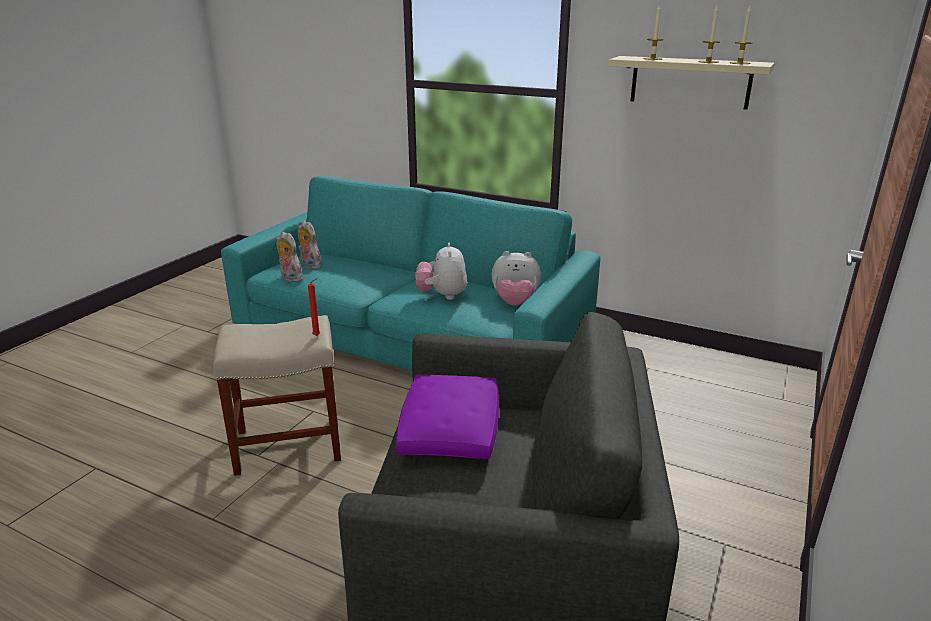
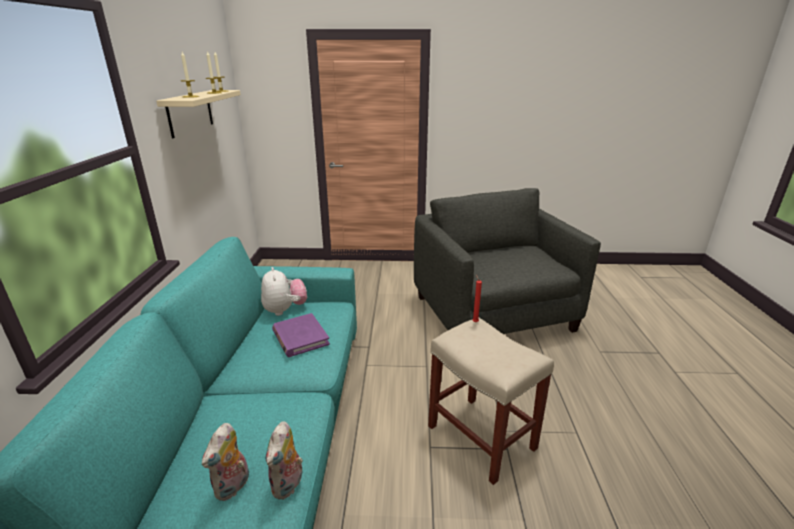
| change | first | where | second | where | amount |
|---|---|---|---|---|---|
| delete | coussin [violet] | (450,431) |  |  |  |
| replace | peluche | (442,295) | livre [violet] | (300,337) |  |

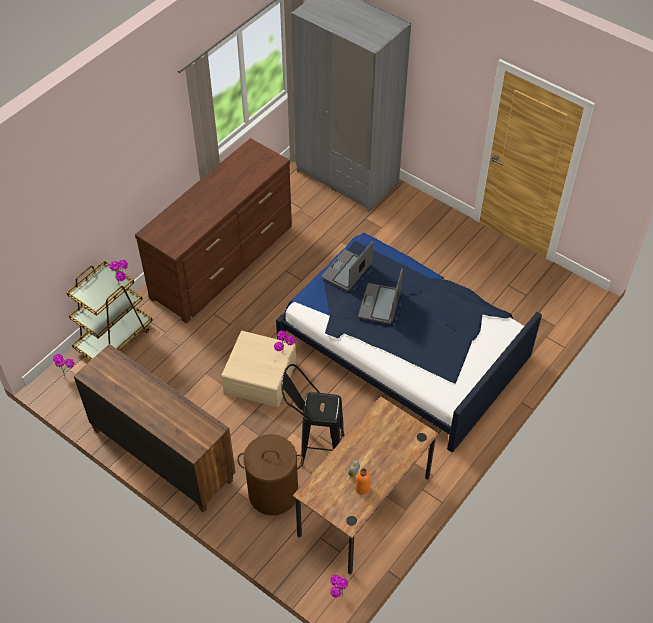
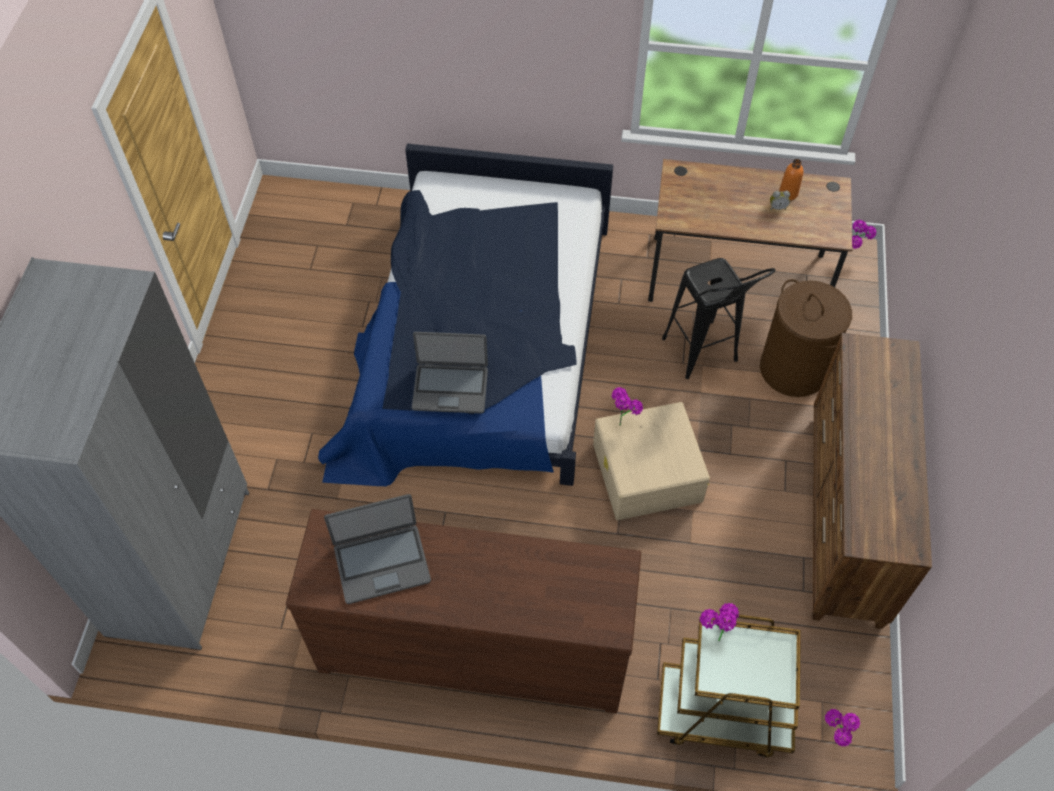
| change | first | where | second | where | amount |
|---|---|---|---|---|---|
| move | ordinateur portable | (380,304) |  | (381,563) |  |

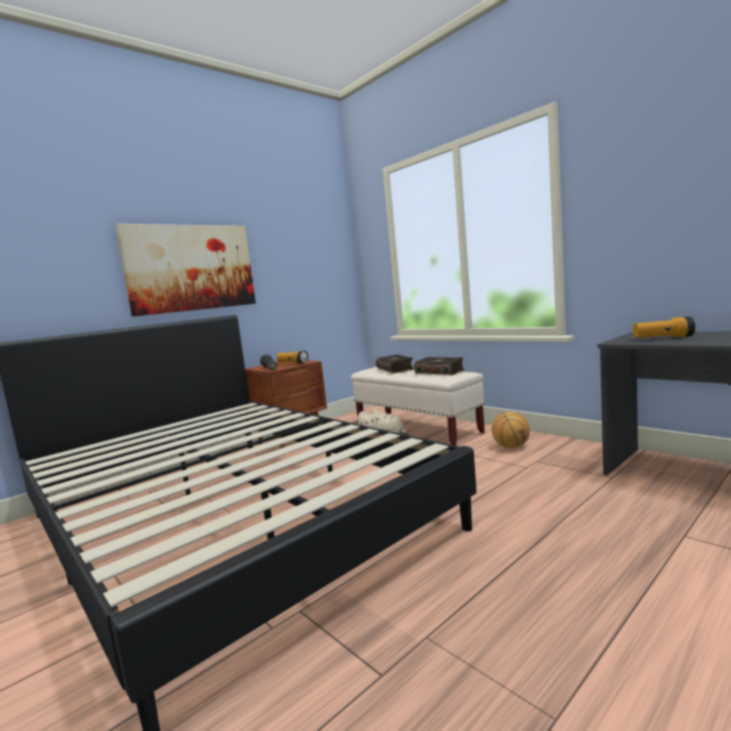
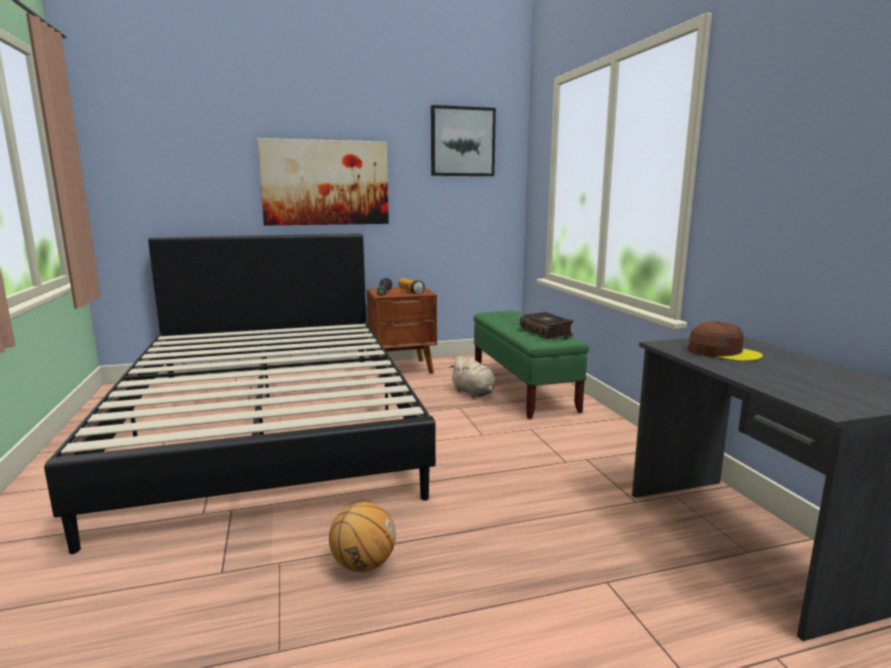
| change | first | where | second | where | amount |
|---|---|---|---|---|---|
| delete | livre | (395,369) |  |  |  |
| insert |  |  | tableau | (462,142) |  |
| move | ballon de basket | (511,447) |  | (363,565) |  |
| replace | lampe de poche | (663,338) | casquette [marron] | (722,352) |  |
| recolor | banc [beige] | (417,429) | banc [vert] | (523,390) |  |

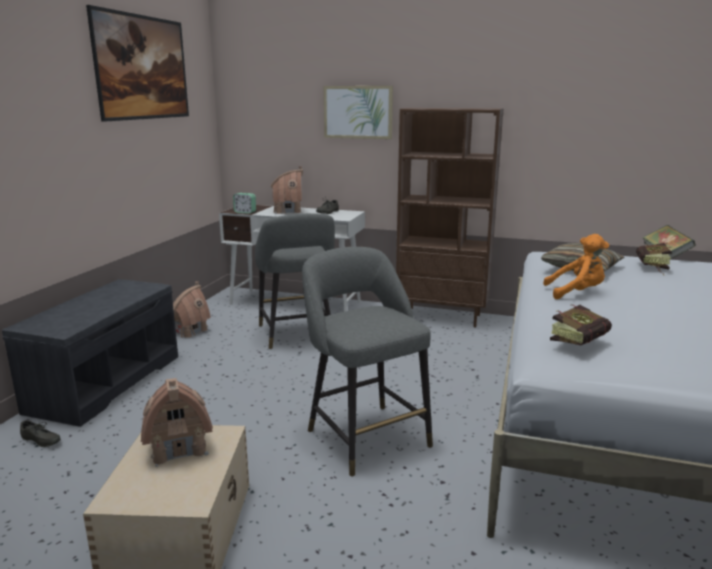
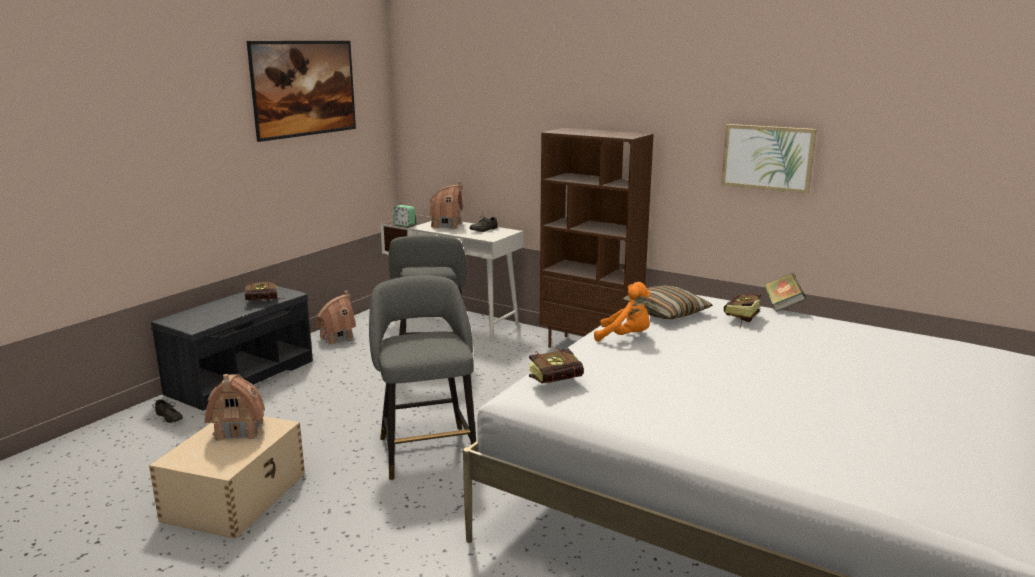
| change | first | where | second | where | amount |
|---|---|---|---|---|---|
| insert |  |  | livre | (266,301) |  |
| move | tableau | (358,112) |  | (767,157) |  |

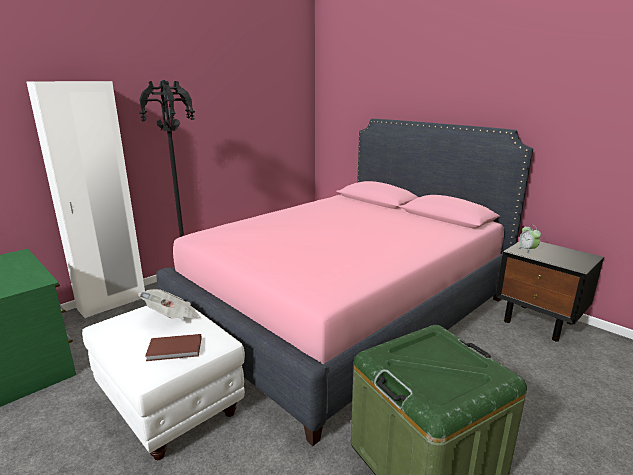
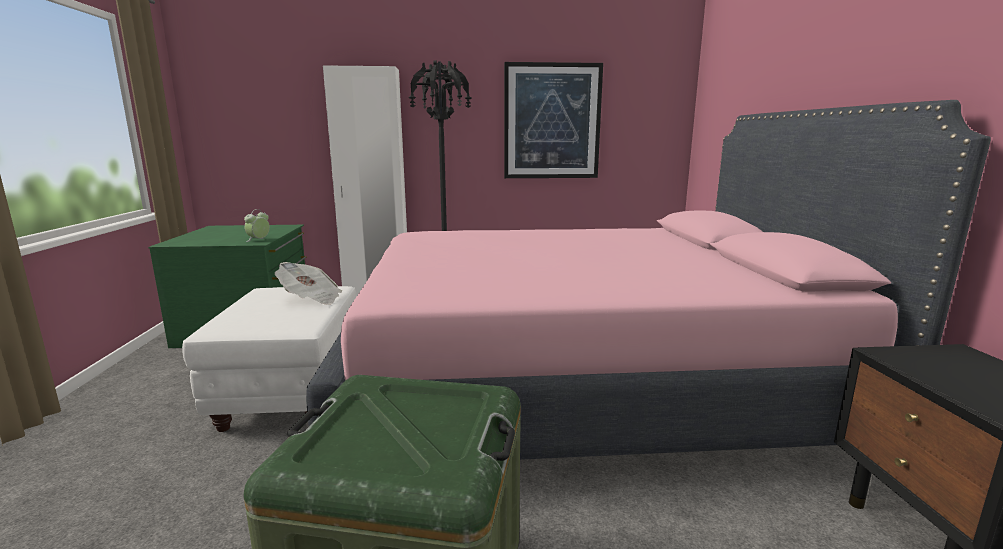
| change | first | where | second | where | amount |
|---|---|---|---|---|---|
| delete | livre [marron] | (175,349) |  |  |  |
| insert |  |  | tableau | (552,121) |  |
| move | réveil | (527,250) |  | (258,240) |  |

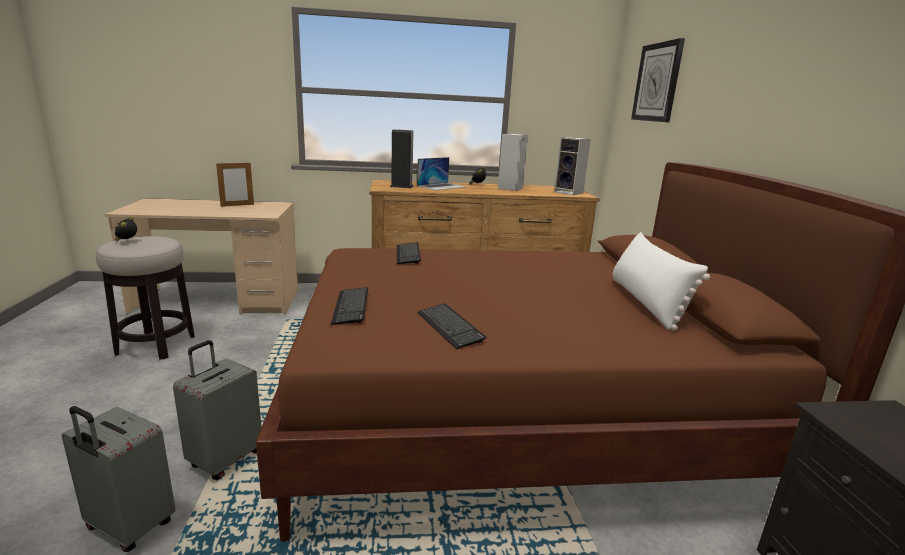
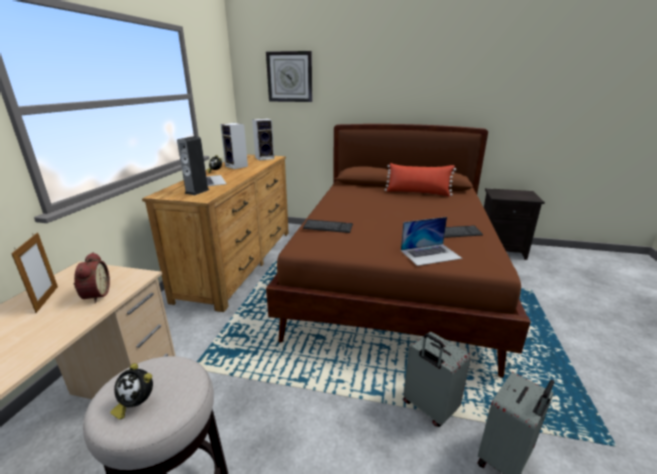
| change | first | where | second | where | amount |
|---|---|---|---|---|---|
| insert |  |  | réveil | (95,295) |  |
| replace | clavier | (351,307) | ordinateur portable | (430,254) |  |
| recolor | coussin [blanc] | (646,303) | coussin [rouge] | (418,193) |  |

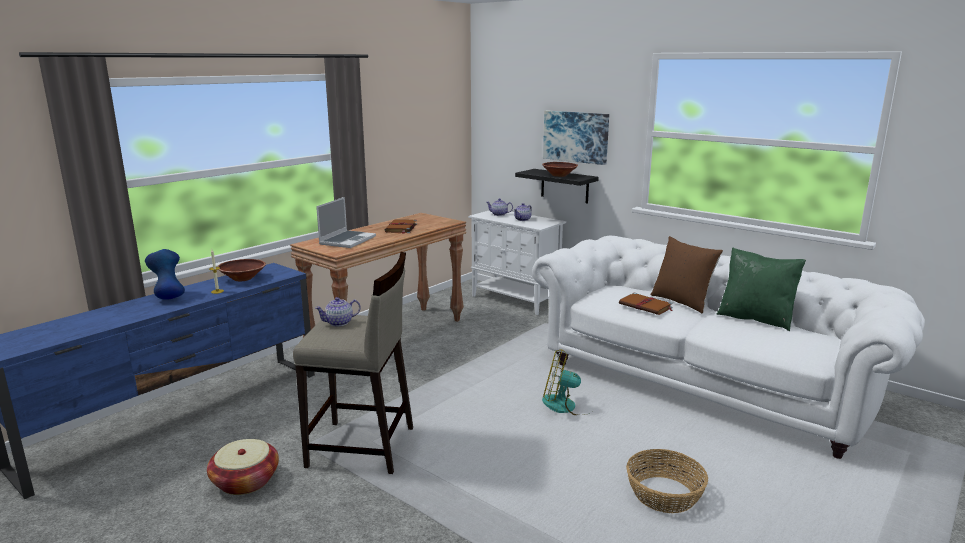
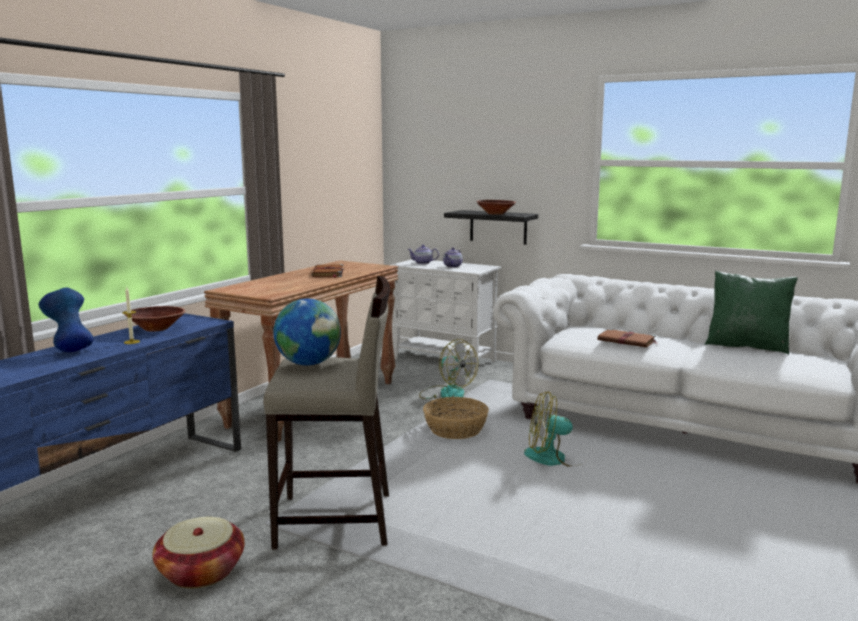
| change | first | where | second | where | amount |
|---|---|---|---|---|---|
| delete | ordinateur portable | (347,240) |  |  |  |
| delete | tableau | (576,136) |  |  |  |
| delete | coussin [marron] | (682,302) |  |  |  |
| insert |  |  | ventilateur | (446,393) |  |
| move | panier | (664,495) |  | (456,430) |  |
| replace | théière | (339,323) | globe | (308,364) |  |

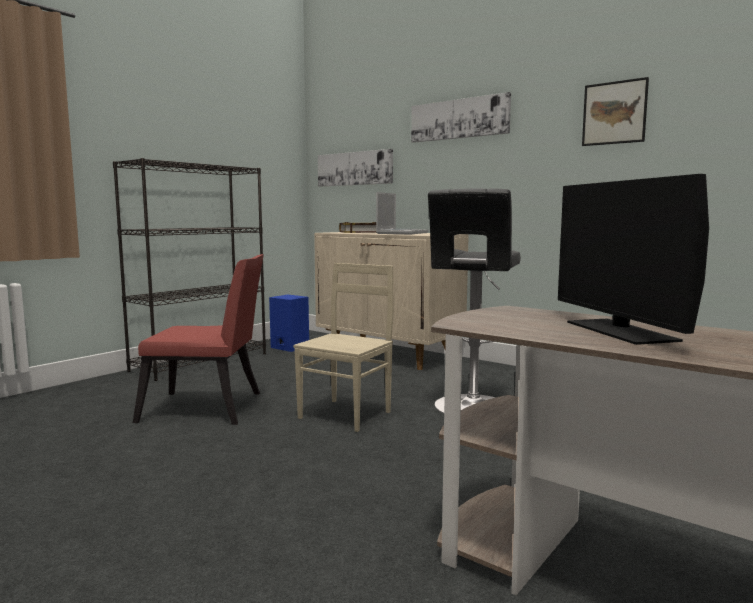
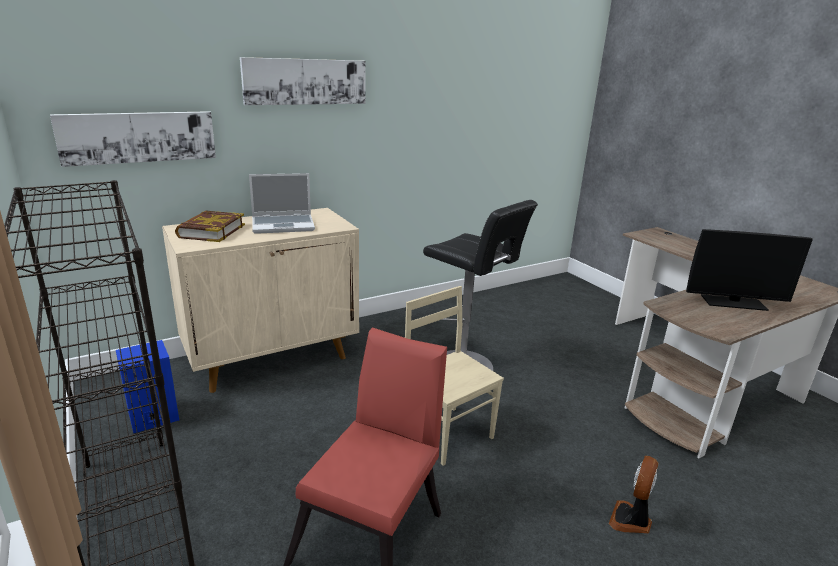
| change | first | where | second | where | amount |
|---|---|---|---|---|---|
| delete | tableau | (614,113) |  |  |  |
| insert |  |  | ventilateur | (631,520) |  |
| rotate | ordinateur portable | (401,233) |  | (284,225) | 120 degrees clockwise |

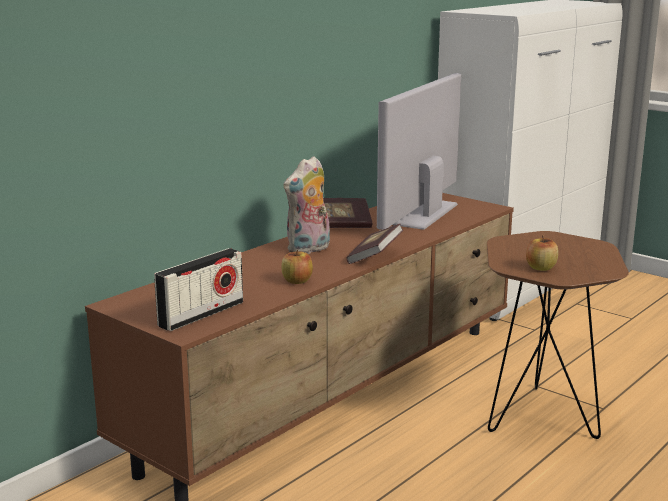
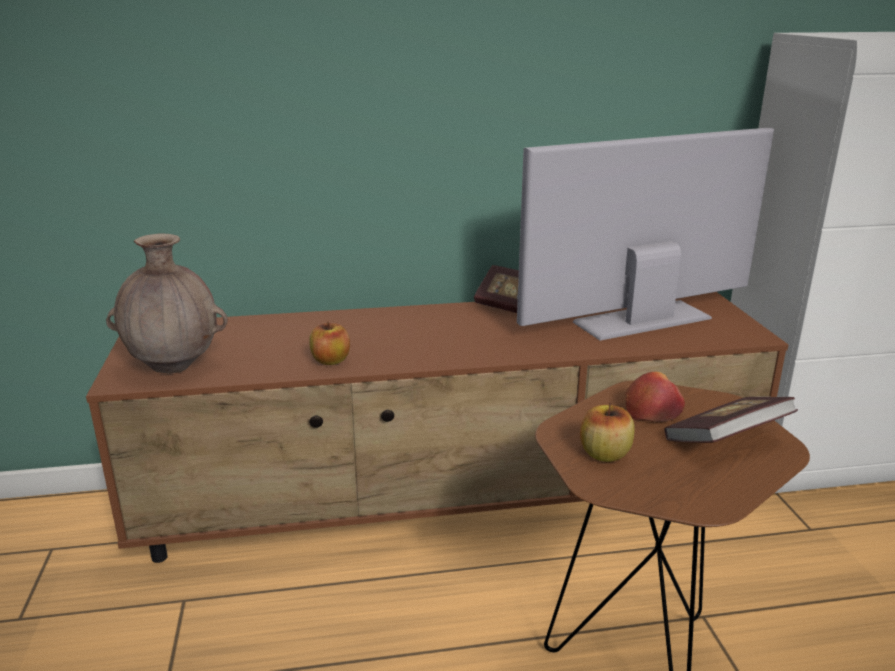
| change | first | where | second | where | amount |
|---|---|---|---|---|---|
| delete | peluche | (309,249) |  |  |  |
| insert |  |  | pomme | (653,410) |  |
| move | livre | (374,257) |  | (726,440) |  |
| replace | radio | (201,314) | vase [marron] | (175,367) |  |

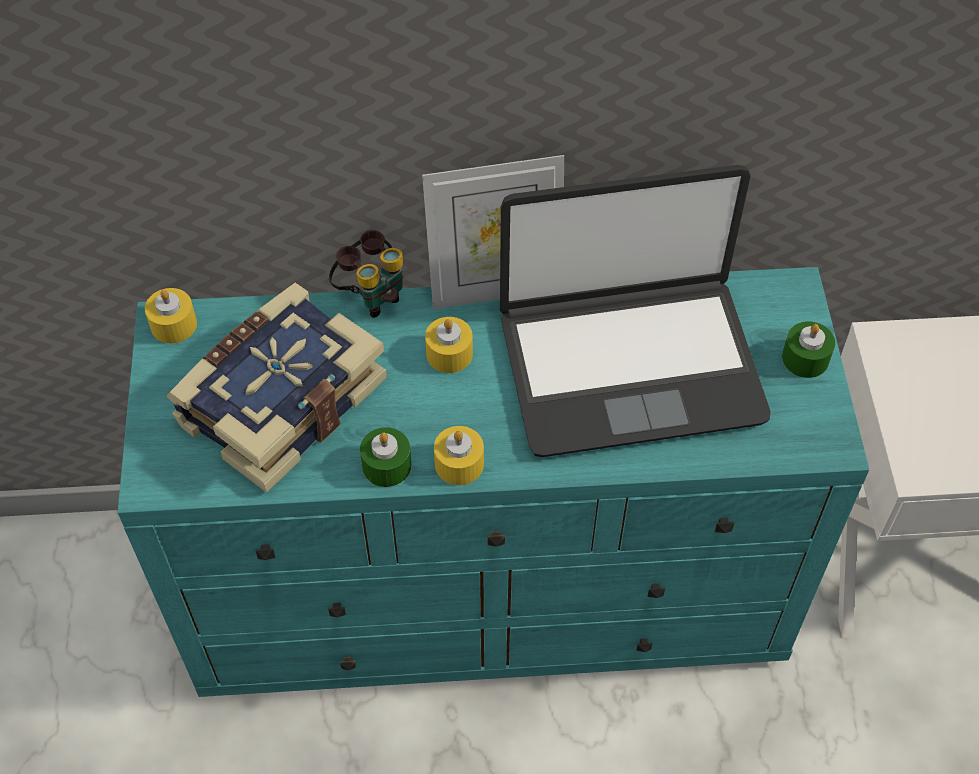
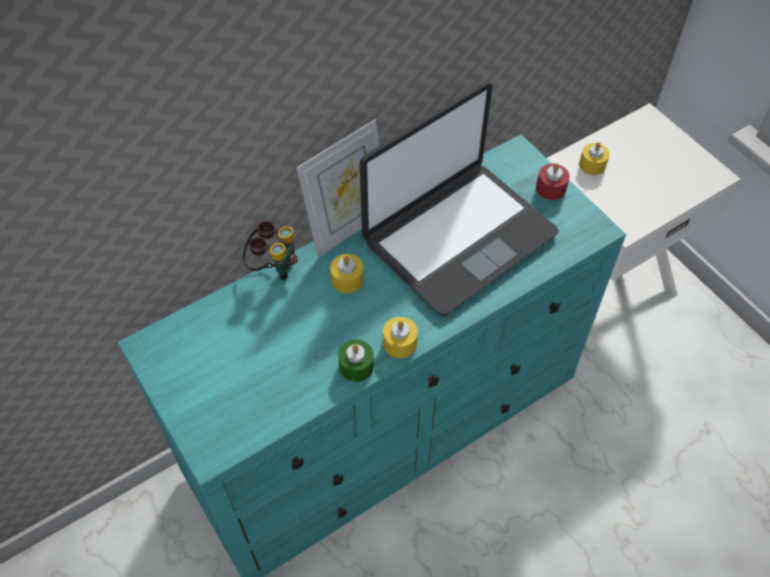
| change | first | where | second | where | amount |
|---|---|---|---|---|---|
| delete | livre | (279,401) |  |  |  |
| move | bougie [jaune] | (173,324) |  | (592,165) |  |
| recolor | bougie [vert] | (805,358) | bougie [rouge] | (550,188) |  |

